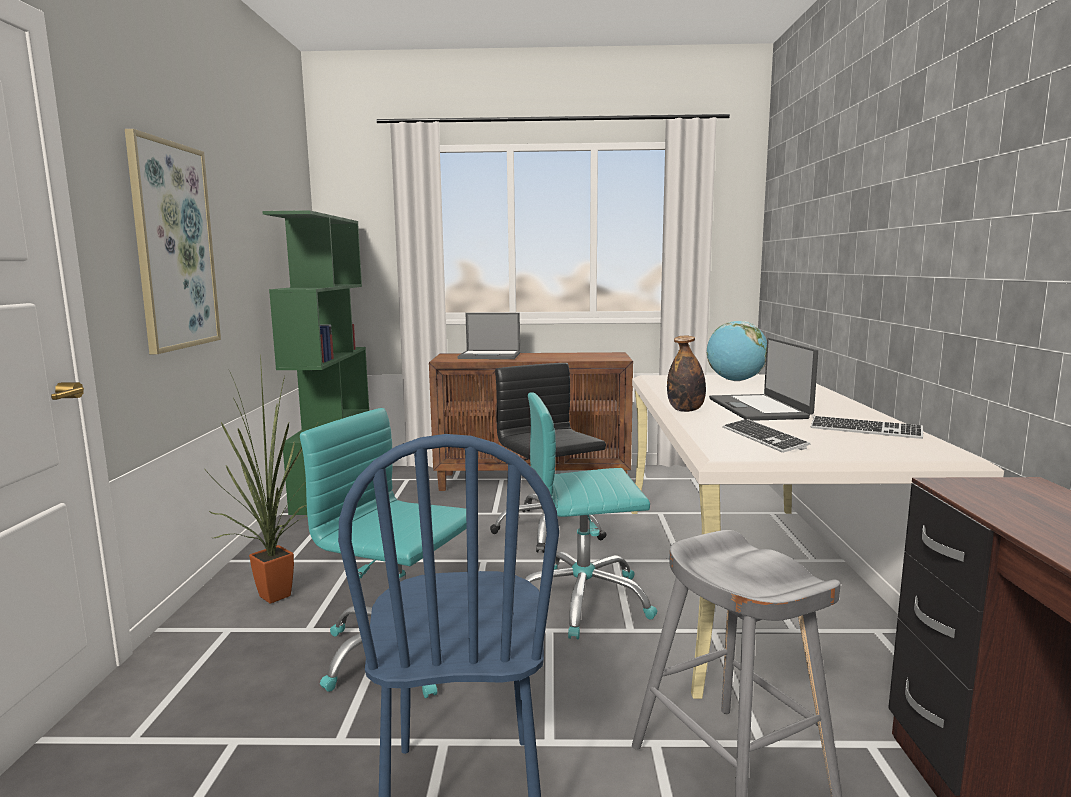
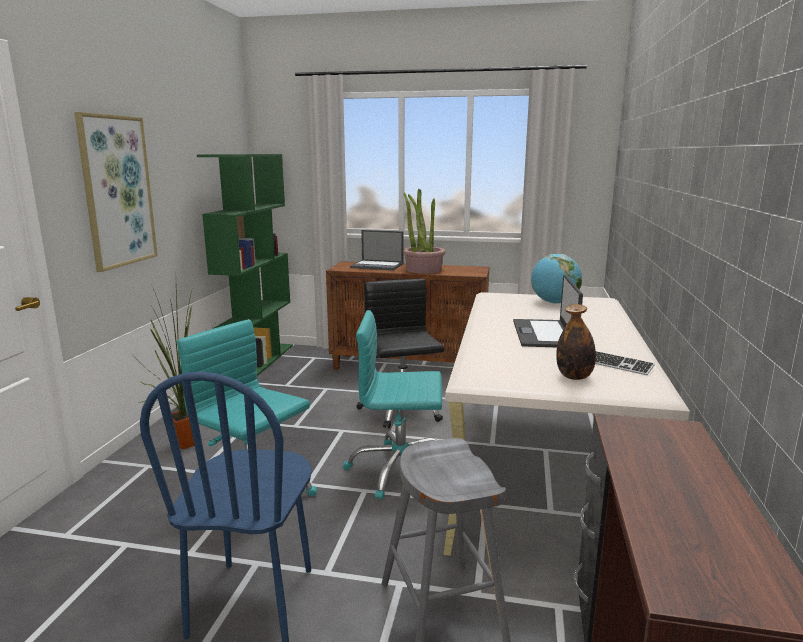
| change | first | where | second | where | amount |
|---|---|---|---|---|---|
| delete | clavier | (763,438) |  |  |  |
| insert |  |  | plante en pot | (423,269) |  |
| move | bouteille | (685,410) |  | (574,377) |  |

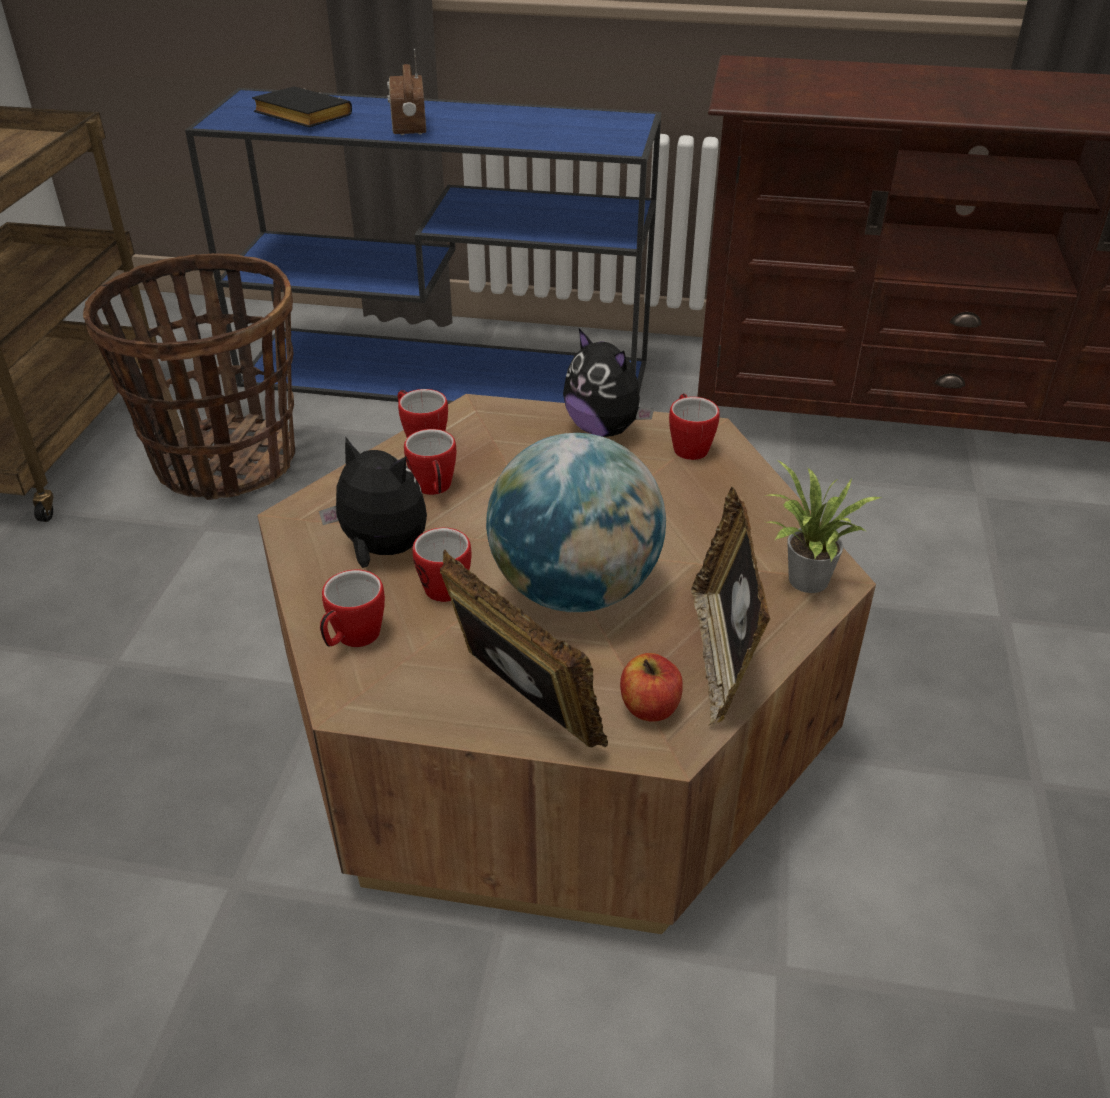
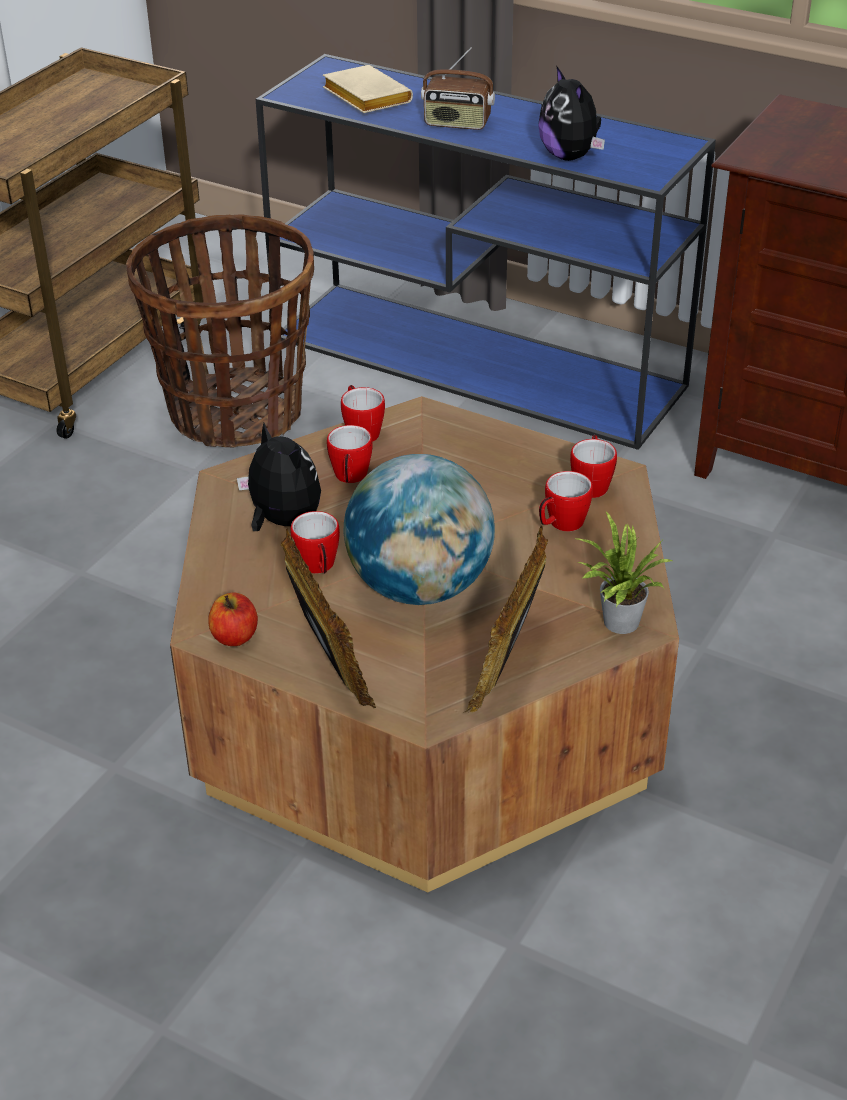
| change | first | where | second | where | amount |
|---|---|---|---|---|---|
| move | mug | (352,639) |  | (561,524) |  |
| move | peluche | (604,429) |  | (570,156) |  |
| move | pomme | (650,707) |  | (235,636) |  |
| recolor | livre [noir] | (299,116) | livre [beige] | (363,97) |  |
| rotate | radio | (408,127) |  | (457,123) | 90 degrees counterclockwise |

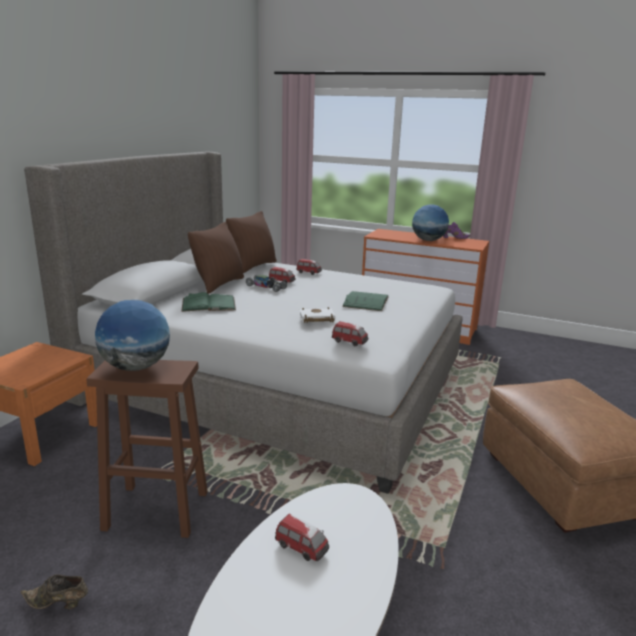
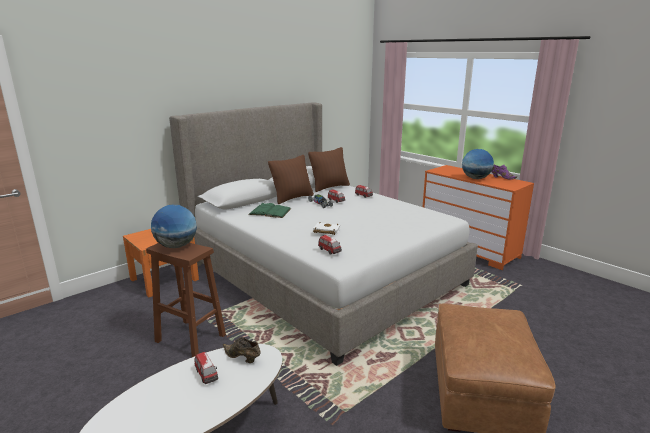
| change | first | where | second | where | amount |
|---|---|---|---|---|---|
| delete | livre [vert] | (366,301) |  |  |  |
| move | chaussure [marron] | (58,604) |  | (242,358) |  |

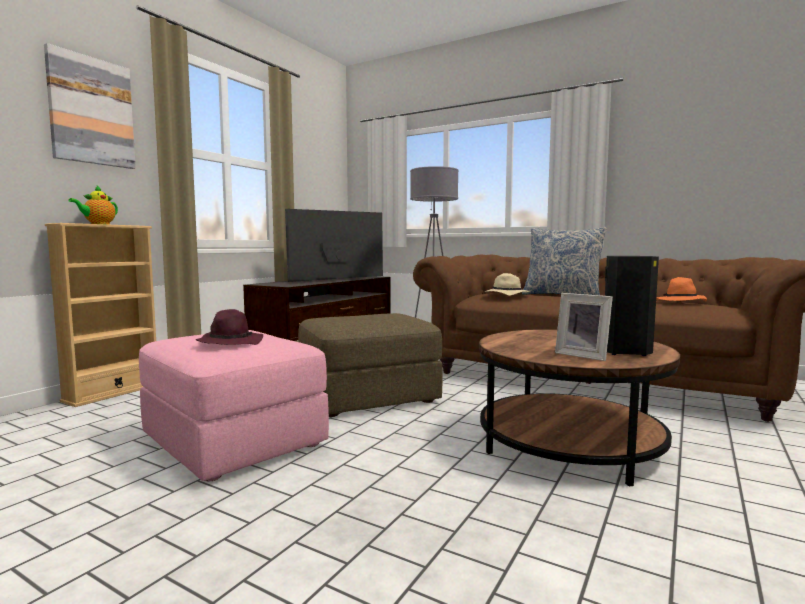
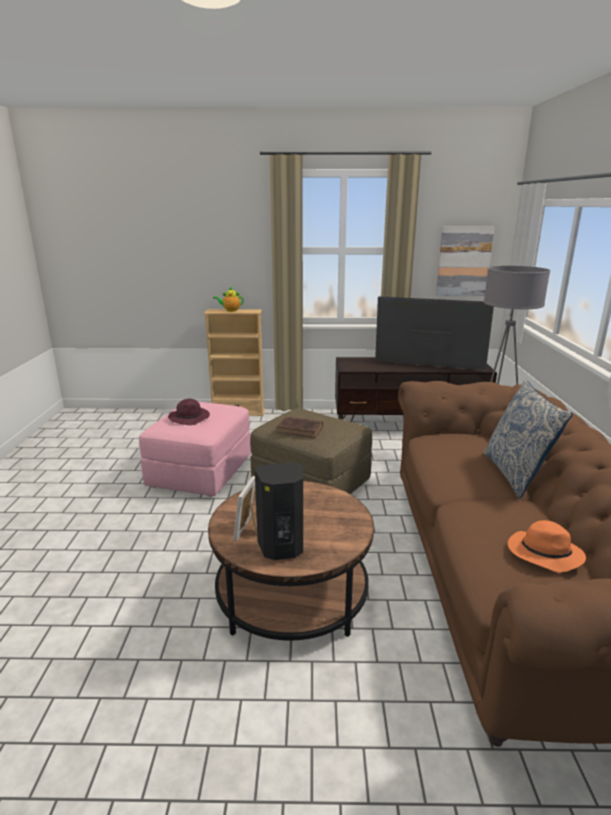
| change | first | where | second | where | amount |
|---|---|---|---|---|---|
| delete | chapeau [beige] | (506,295) |  |  |  |
| insert |  |  | livre [marron] | (301,430) |  |
| move | tableau | (91,111) |  | (463,261) |  |

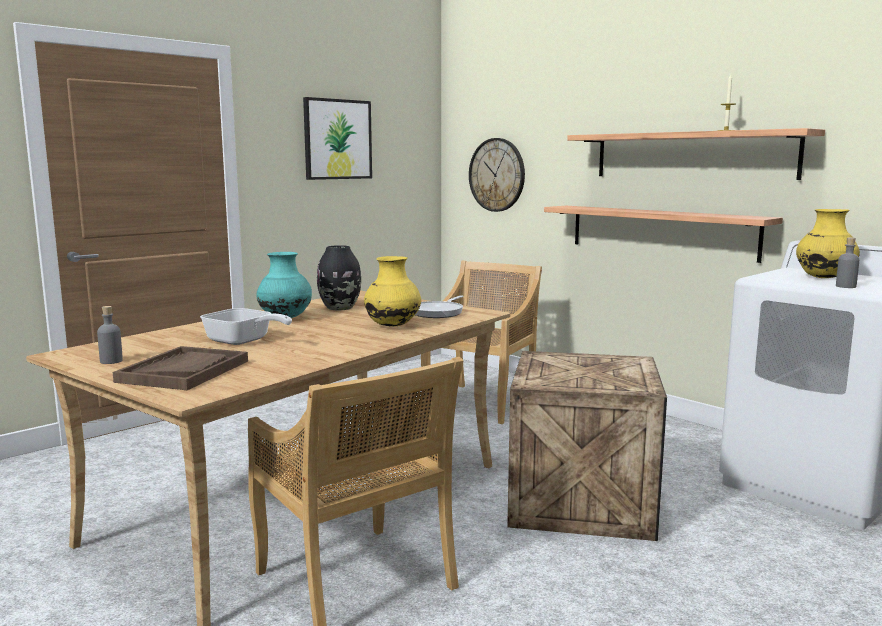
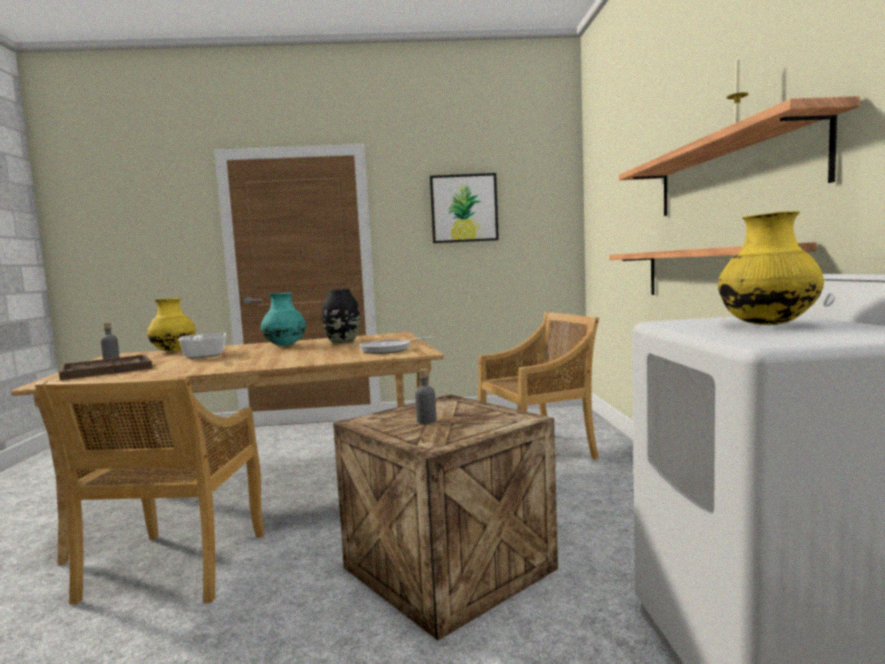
| change | first | where | second | where | amount |
|---|---|---|---|---|---|
| delete | horloge murale | (497,175) |  |  |  |
| move | vase [jaune] | (392,326) |  | (174,351) |  |
| move | bouteille [gris] | (845,286) |  | (426,421) |  |

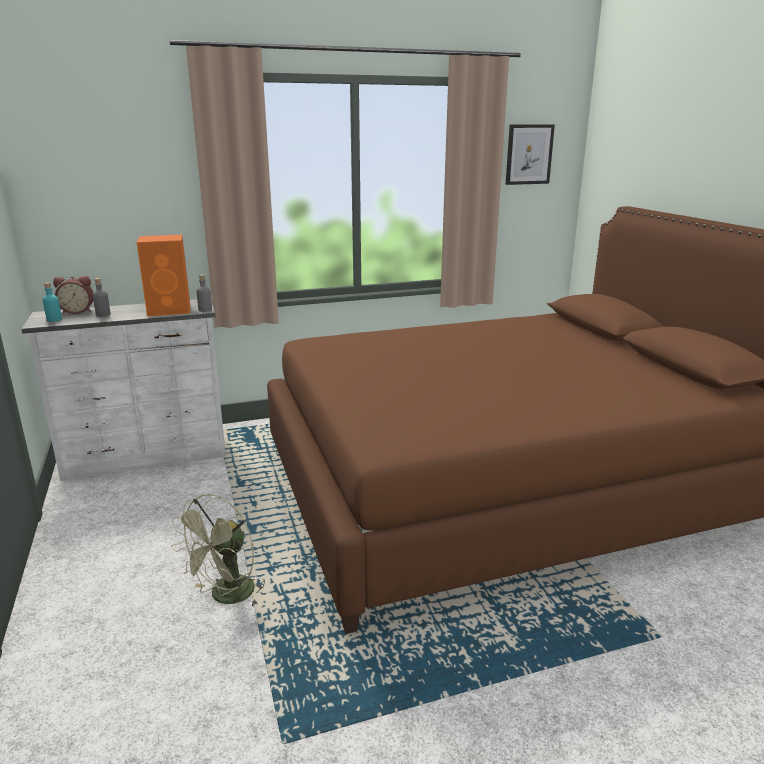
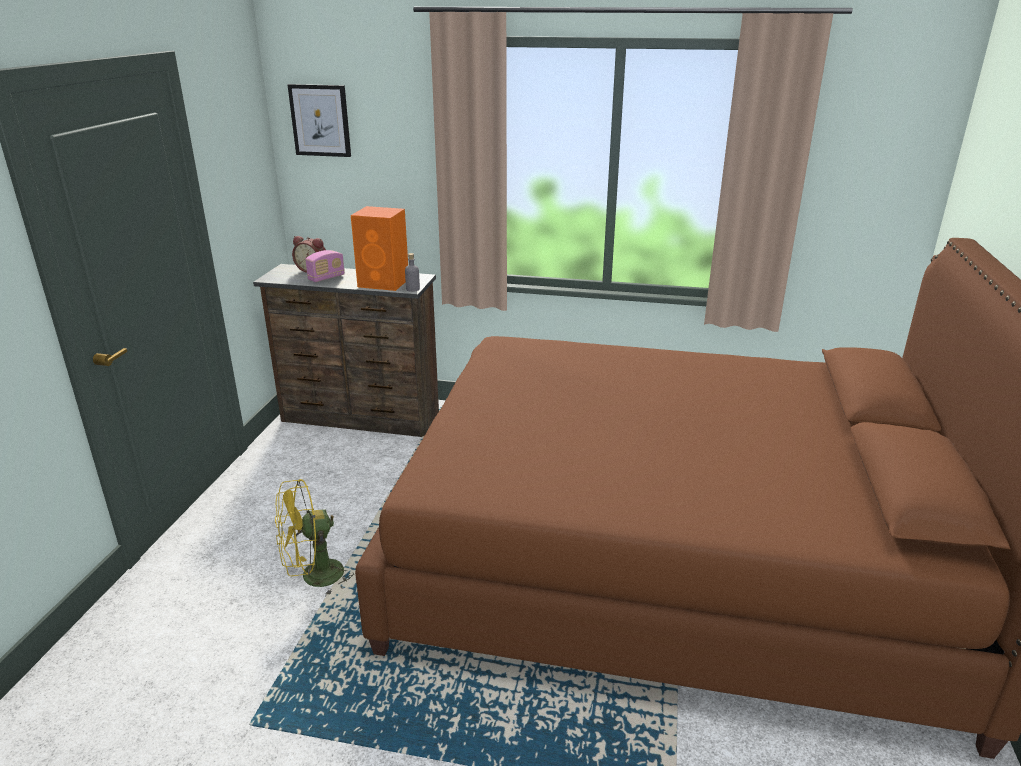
| change | first | where | second | where | amount |
|---|---|---|---|---|---|
| delete | bouteille [turquoise] | (54,319) |  |  |  |
| move | tableau | (529,154) |  | (320,120) |  |
| replace | bouteille [gris] | (103,314) | radio | (326,278) |  |
| recolor | commode [blanc] | (147,457) | commode [marron] | (360,418) |  |
| recolor | ventilateur [vert] | (227,597) | ventilateur [jaune] | (314,578) |  |

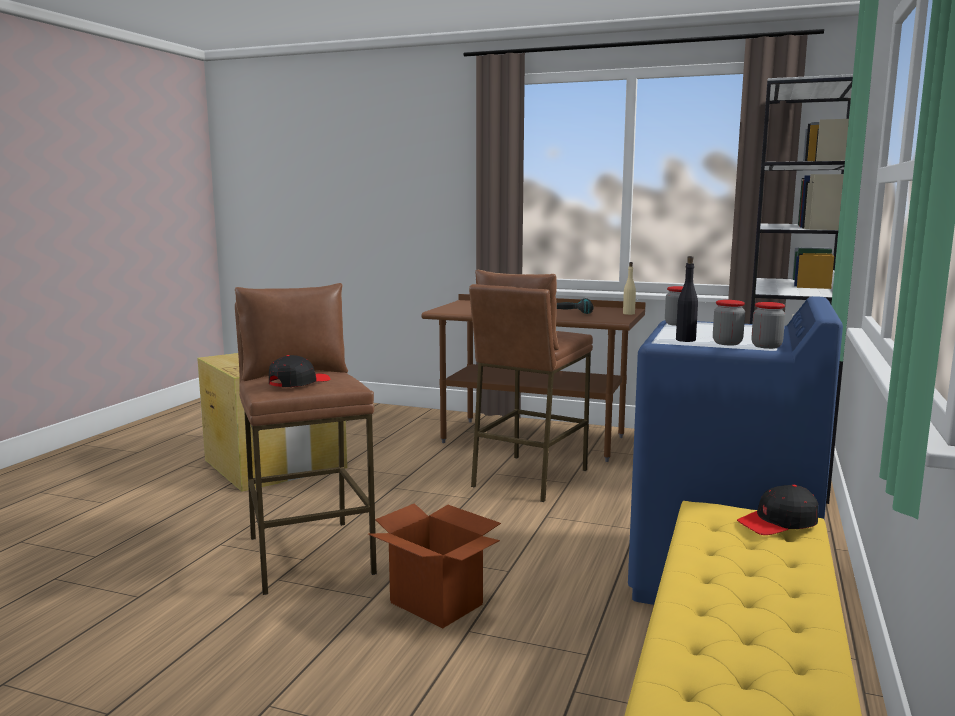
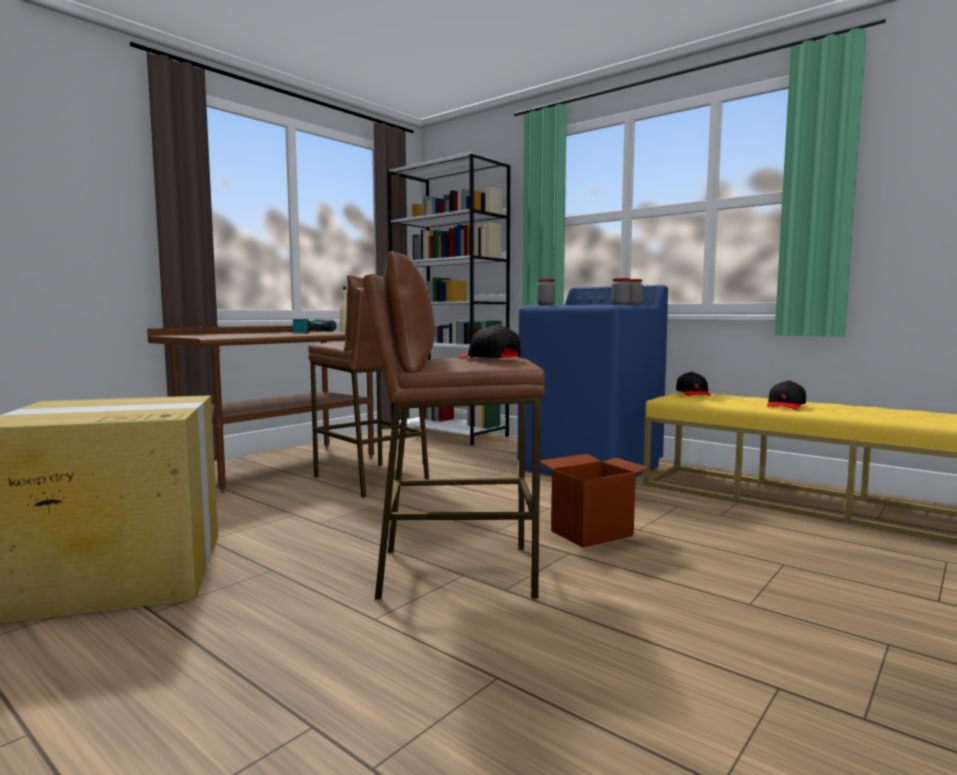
| change | first | where | second | where | amount |
|---|---|---|---|---|---|
| delete | bouteille [noir] | (685,340) |  |  |  |
| insert |  |  | casquette [noir] | (785,405) |  |

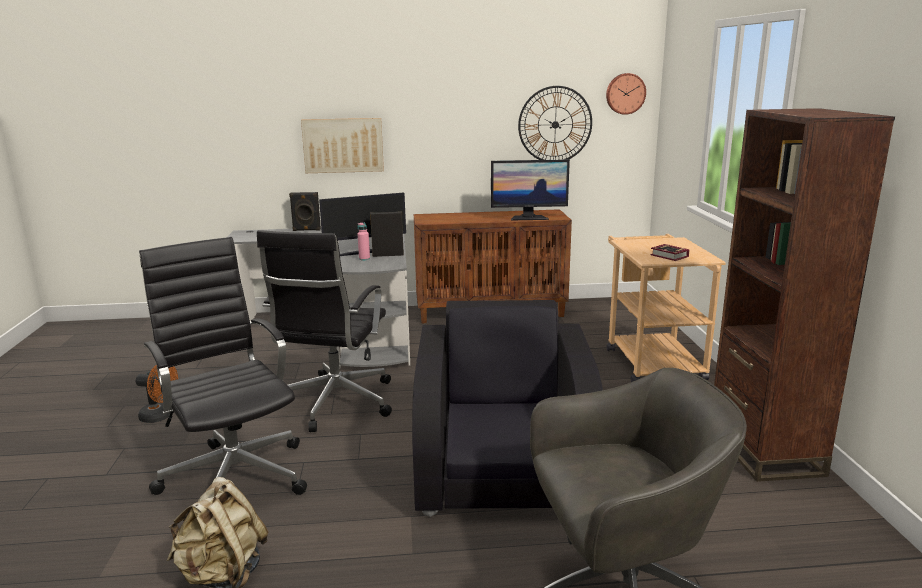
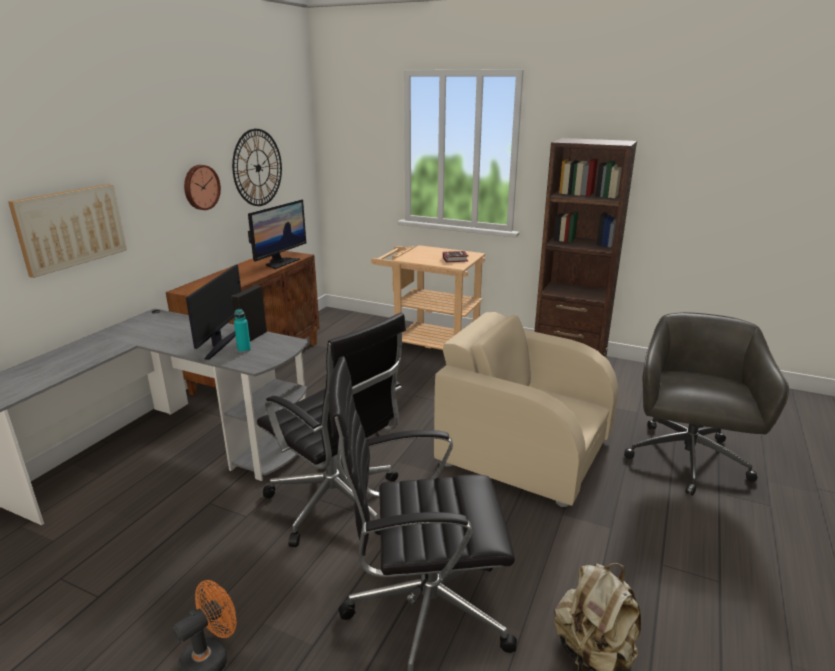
| change | first | where | second | where | amount |
|---|---|---|---|---|---|
| delete | enceinte [noir] | (306,230) |  |  |  |
| move | horloge murale | (625,93) |  | (200,187) |  |
| recolor | bouteille [rose] | (364,259) | bouteille [turquoise] | (244,350) |  |
| recolor | fauteuil [noir] | (504,467) | fauteuil [beige] | (524,450) |  |

